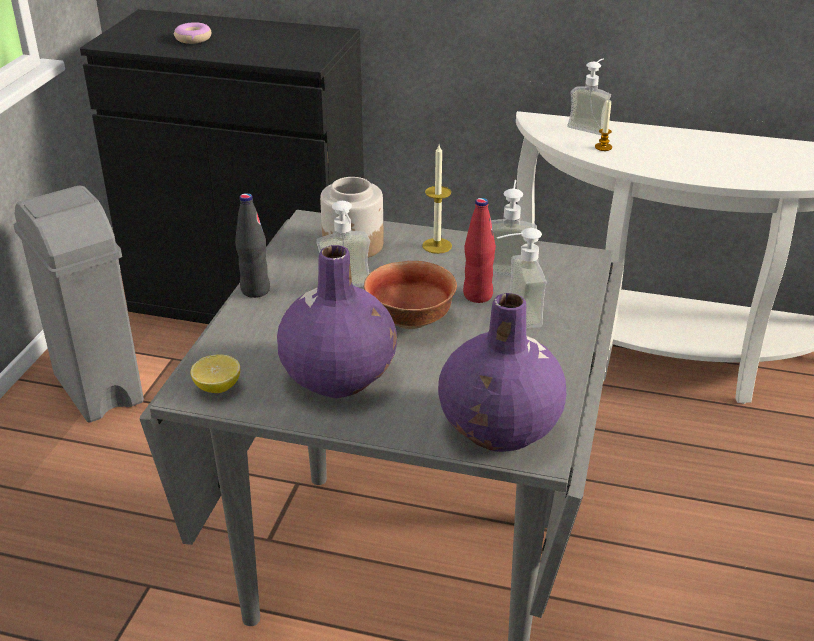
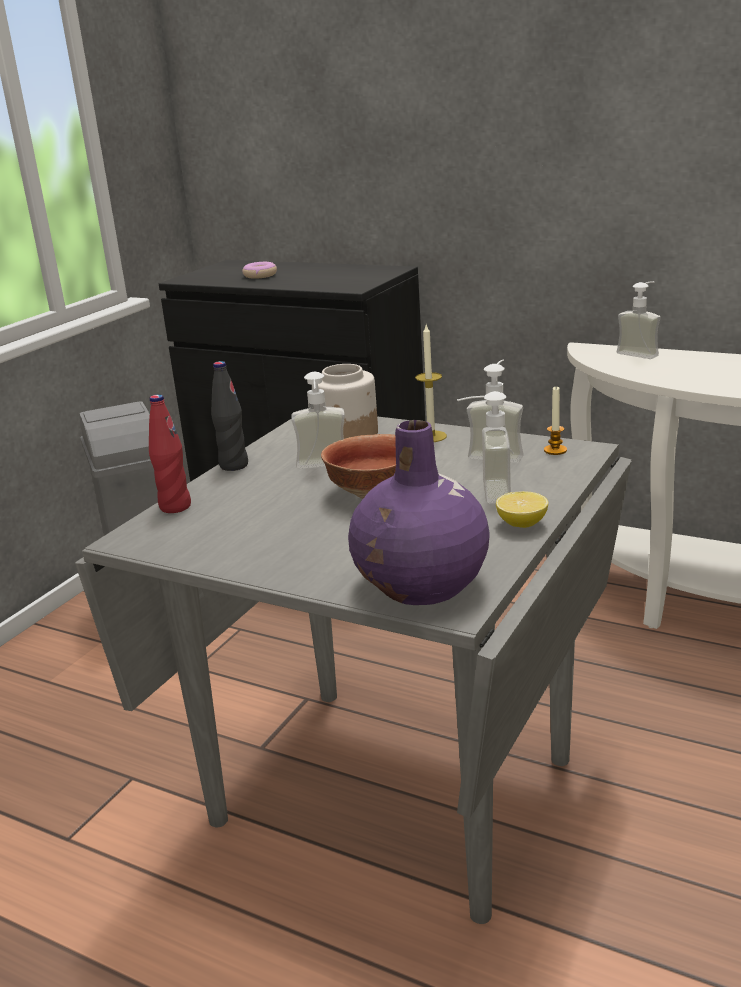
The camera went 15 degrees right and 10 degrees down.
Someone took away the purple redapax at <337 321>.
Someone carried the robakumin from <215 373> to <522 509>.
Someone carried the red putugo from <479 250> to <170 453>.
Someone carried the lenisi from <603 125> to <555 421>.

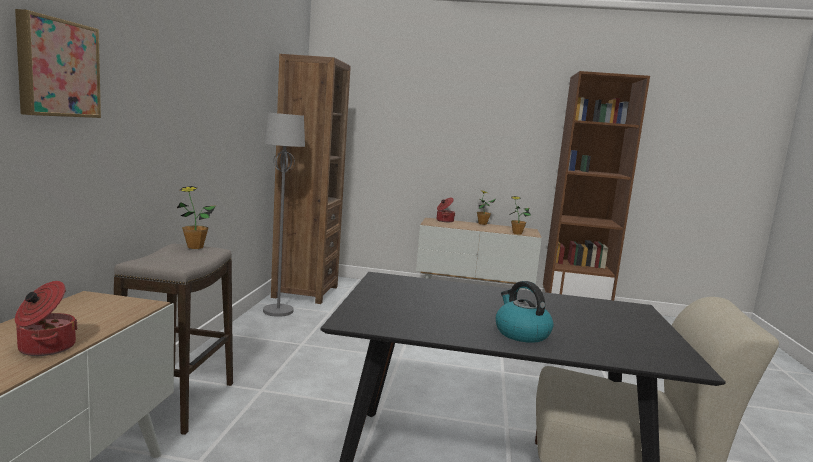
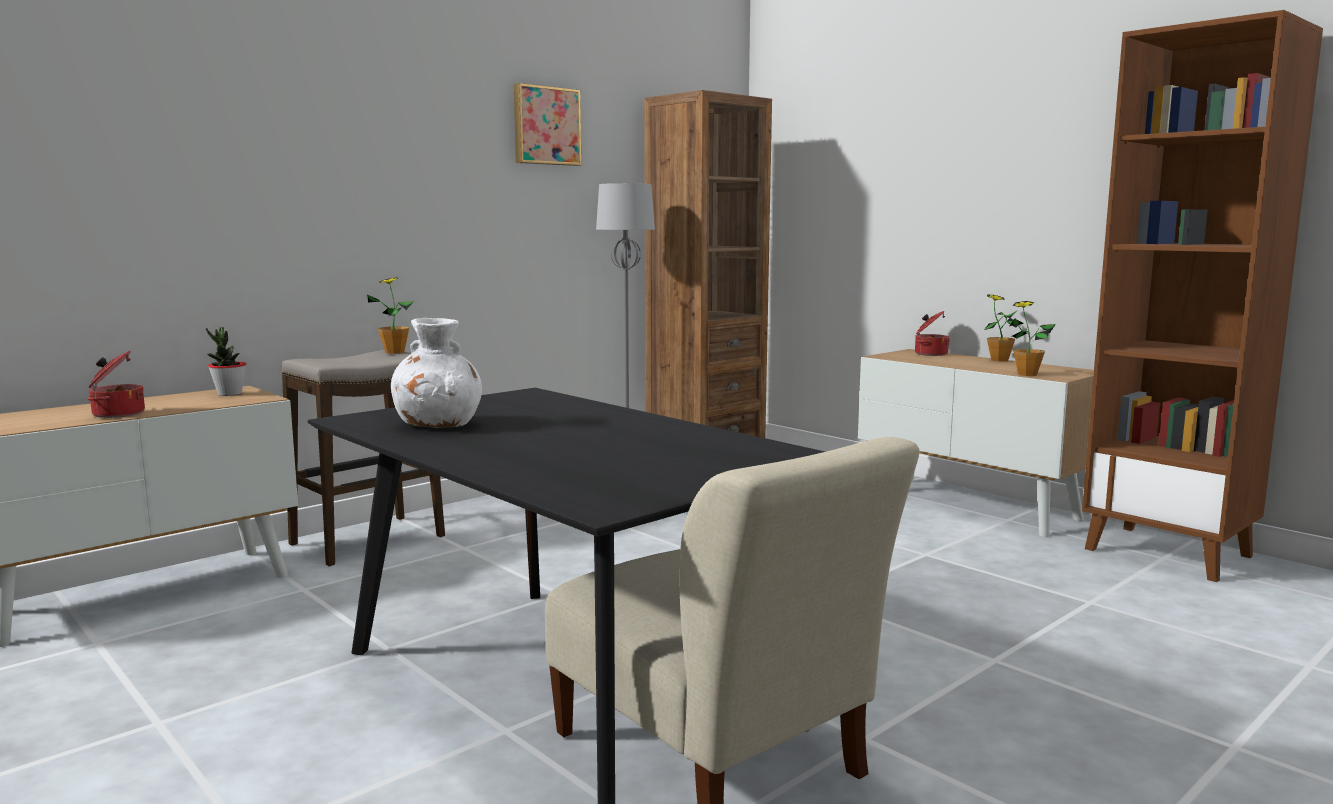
The camera went 40 degrees right and 0 degrees up.
Someone took away the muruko at <525 312>.
Someone put down the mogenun at <226 361>.
Someone put down the white redapax at <436 372>.
Someone carried the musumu from <58 63> to <547 124>.

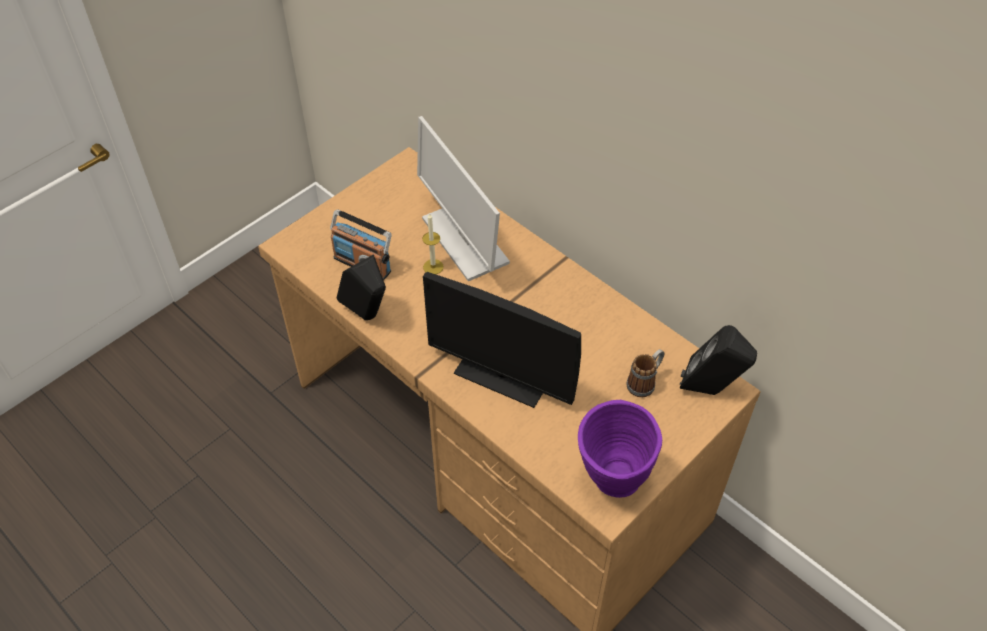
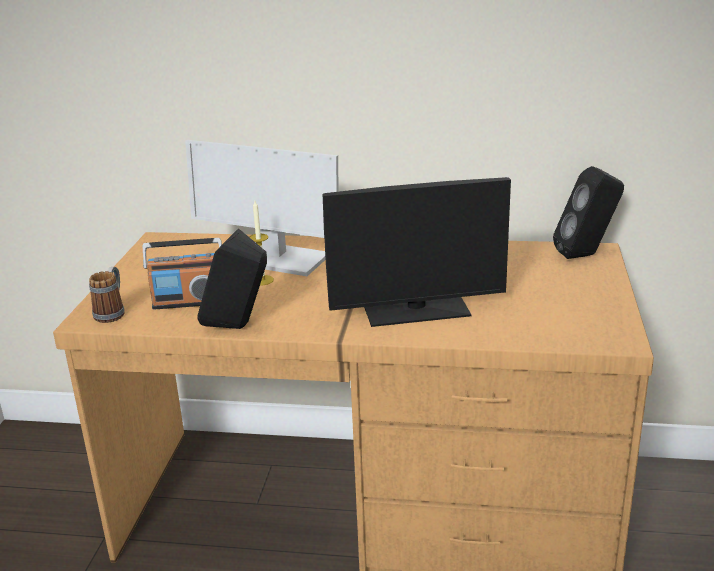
The camera went 35 degrees left and 25 degrees down.
Someone took away the purple redapax at <620 449>.
Someone carried the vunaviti from <645 373> to <107 295>.

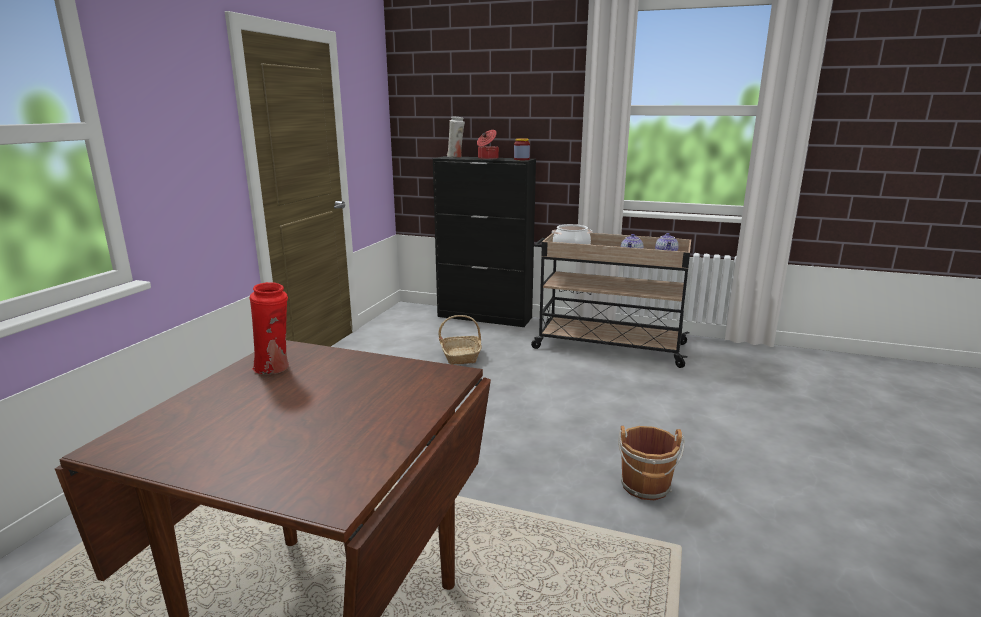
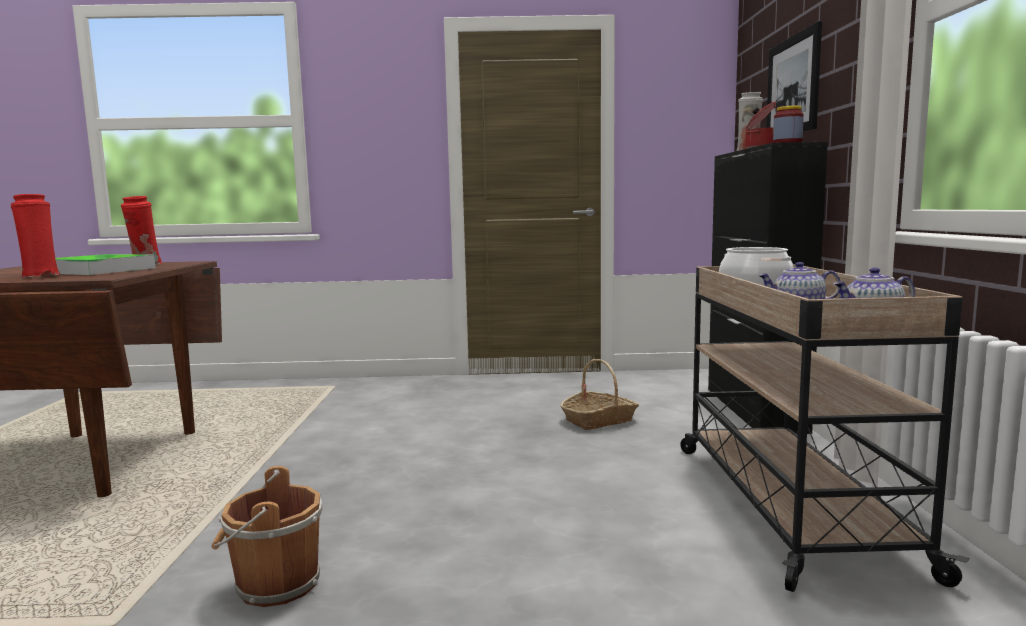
The camera went 70 degrees right and 10 degrees down.
Someone put down the red redapax at <35 236>.
Someone put down the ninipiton at <105 264>.
Someone put up the musumu at <794 76>.

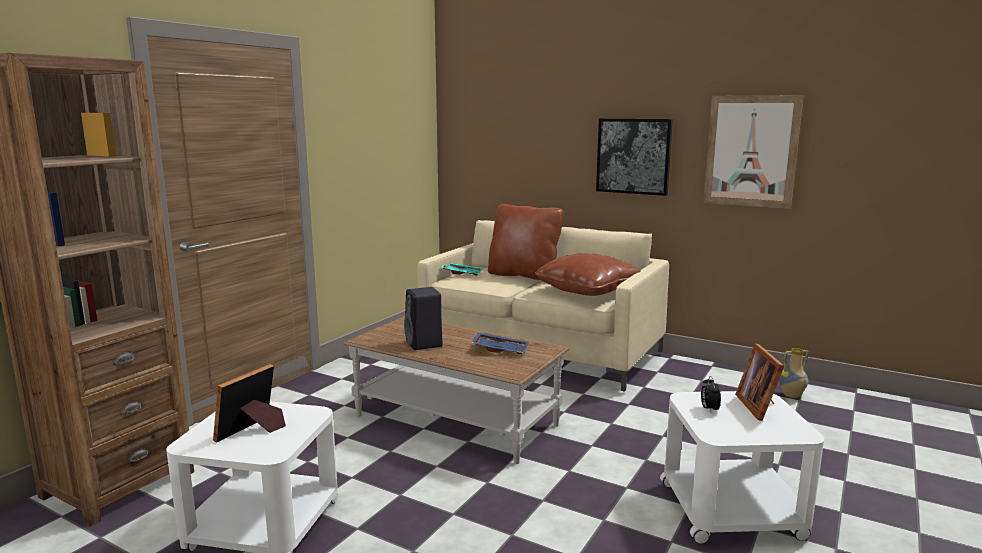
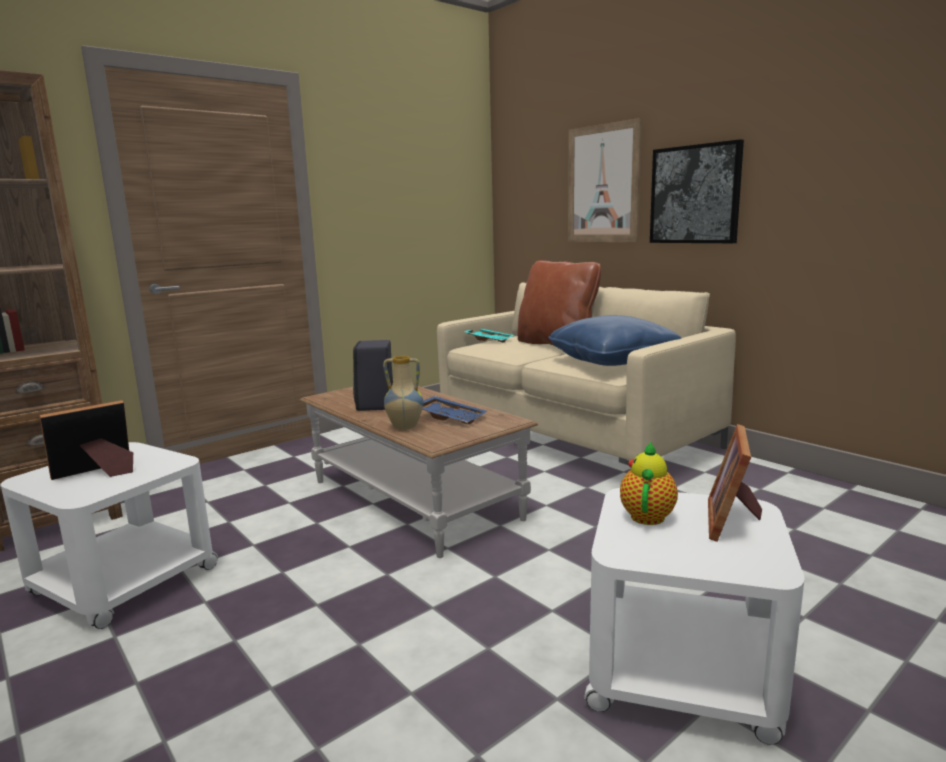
The camera went 20 degrees right and 0 degrees up.
Someone carried the musumu from <753 152> to <605 180>.
Someone carried the redapax from <794 373> to <403 393>.
Someone swapped the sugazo at <711 394> for the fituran at <649 483>.
Someone repainted the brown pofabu at <588 274>, which became the blue pofabu at <615 340>.

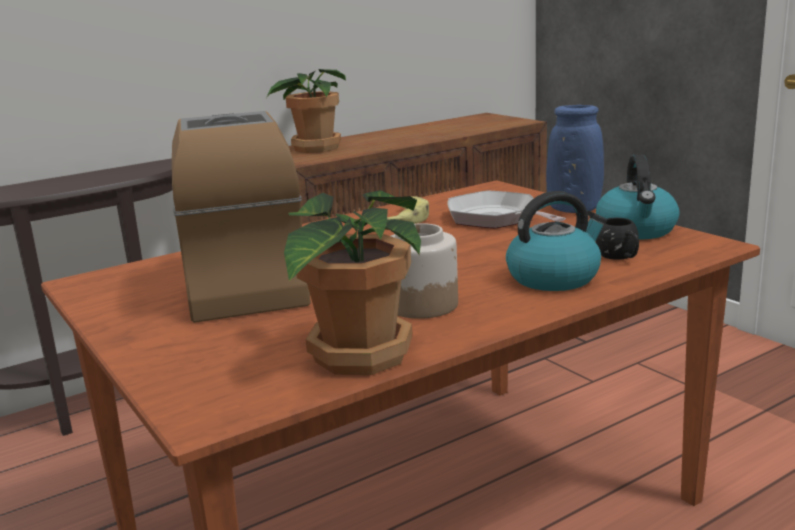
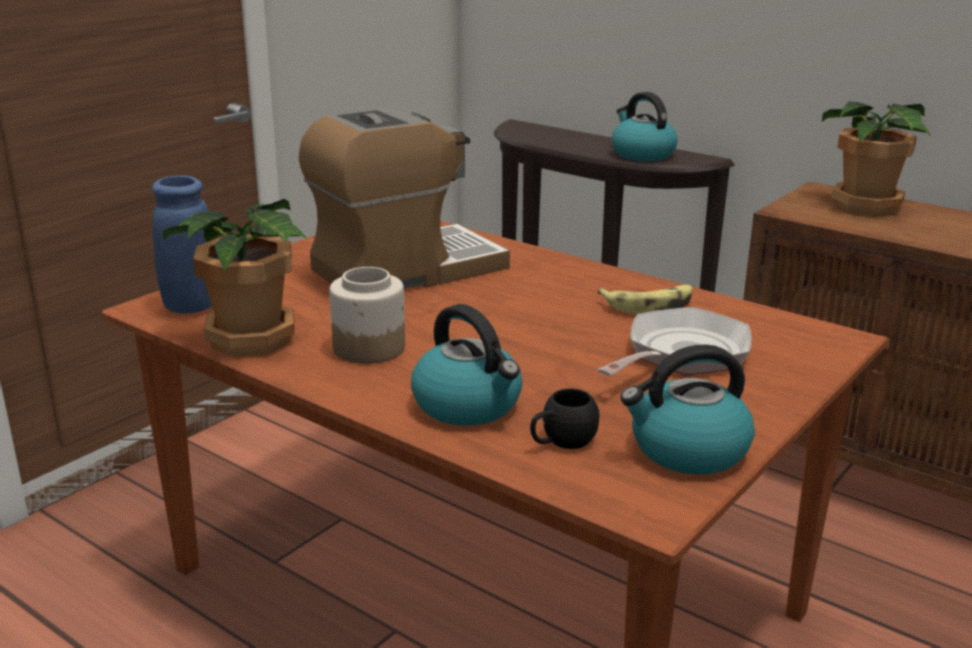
The camera went 70 degrees right and 5 degrees up.
Someone put down the muruko at <645 126>.
Someone carried the blue redapax from <575 159> to <183 244>.

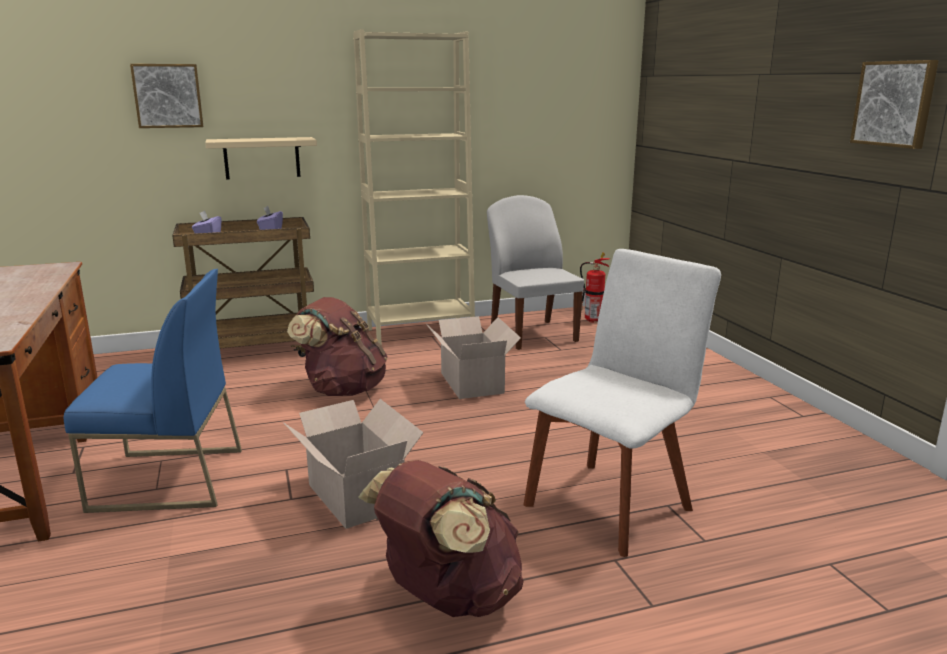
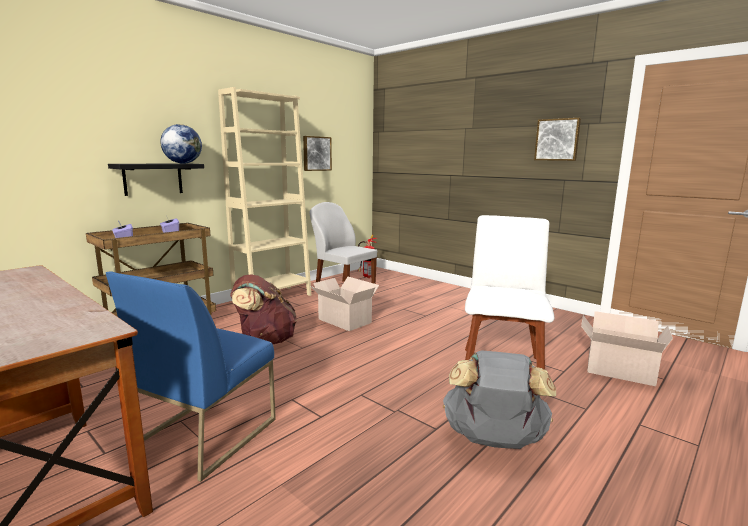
The camera went 30 degrees left and 5 degrees down.
Someone put down the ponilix at <181 144>.
Someone carried the musumu from <167 96> to <317 153>.
Someone carried the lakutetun from <353 464> to <627 348>.
Someone repainted the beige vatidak at <261 158>, which became the black vatidak at <156 180>.
Someone repainted the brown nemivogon at <441 538>, which became the grey nemivogon at <499 399>.
Someone rotated the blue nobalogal at <153 391> by 150 degrees clockwise.

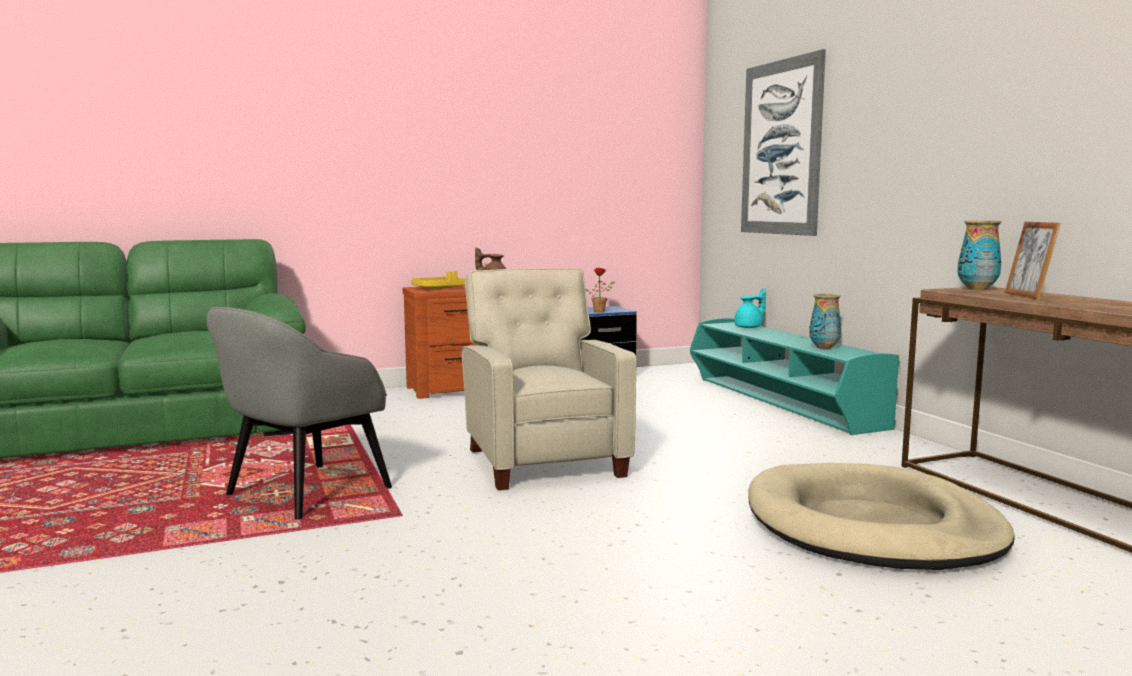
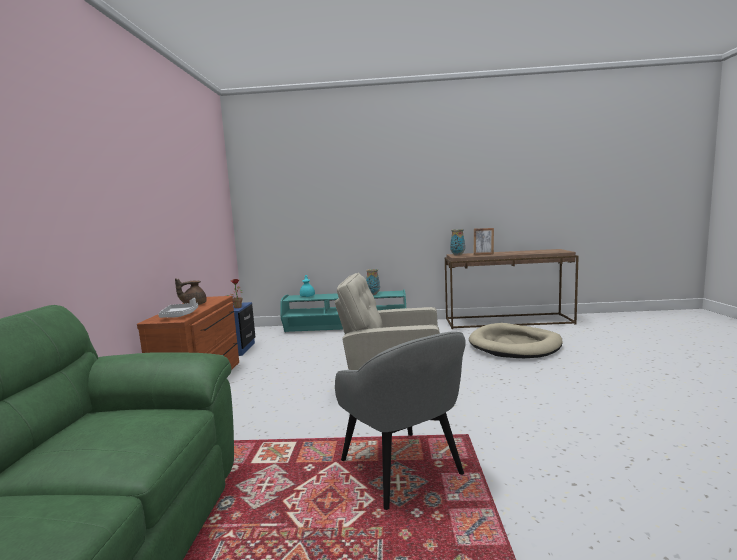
The camera went 65 degrees left and 0 degrees up.
Someone took away the musumu at <783 142>.
Someone repainted the yellow ninipiton at <438 280>, which became the grey ninipiton at <178 308>.

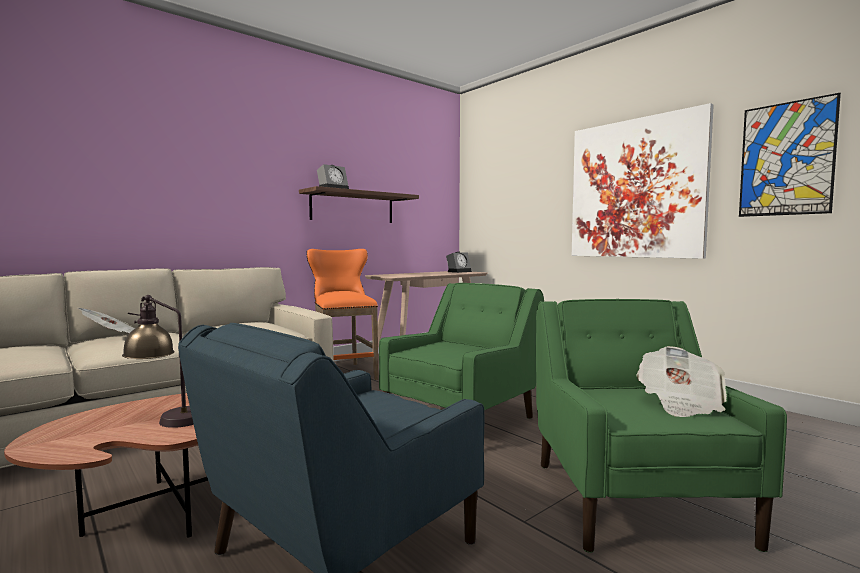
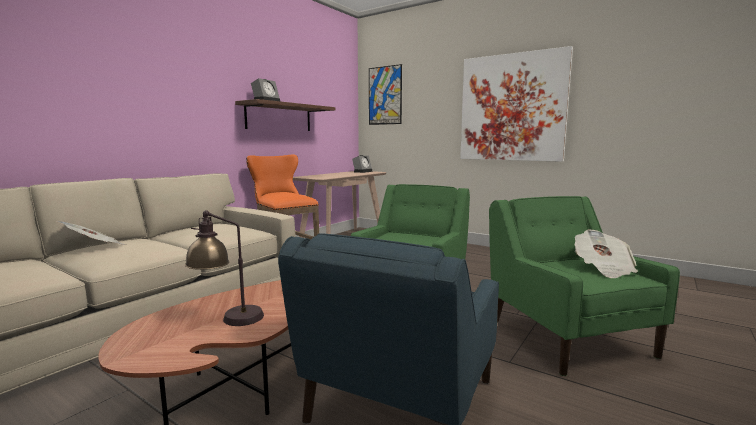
The camera went 15 degrees left and 5 degrees up.
Someone carried the musumu from <790 155> to <385 94>.

